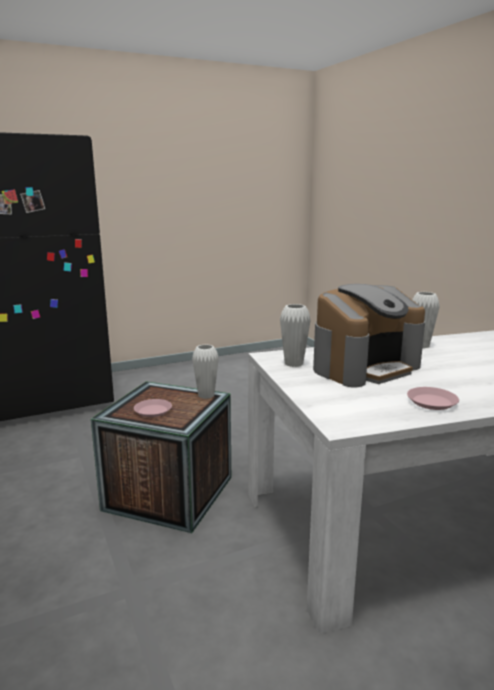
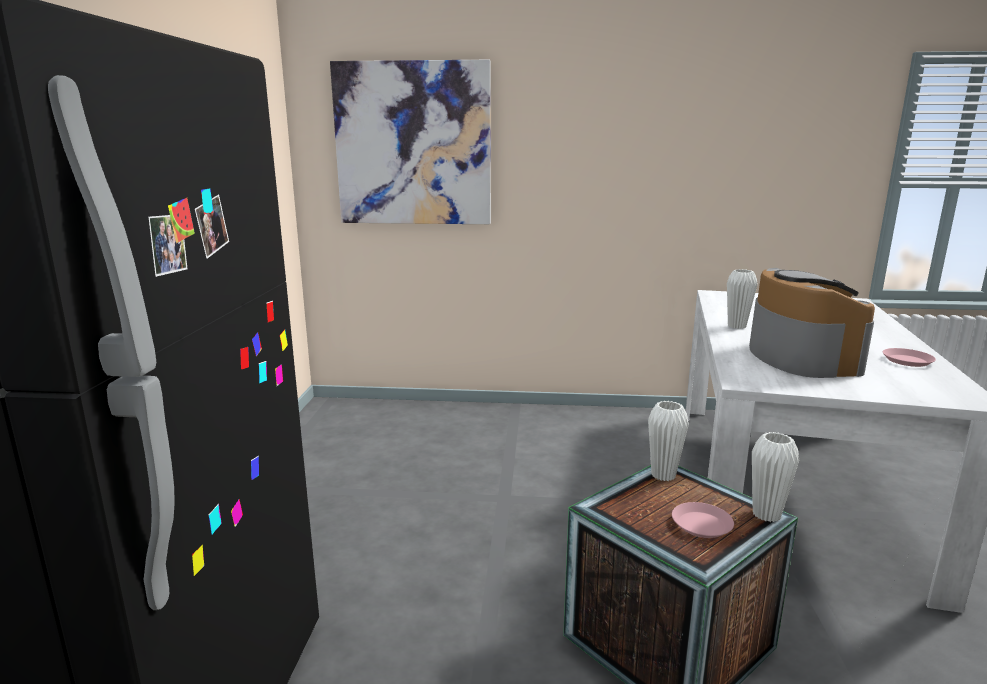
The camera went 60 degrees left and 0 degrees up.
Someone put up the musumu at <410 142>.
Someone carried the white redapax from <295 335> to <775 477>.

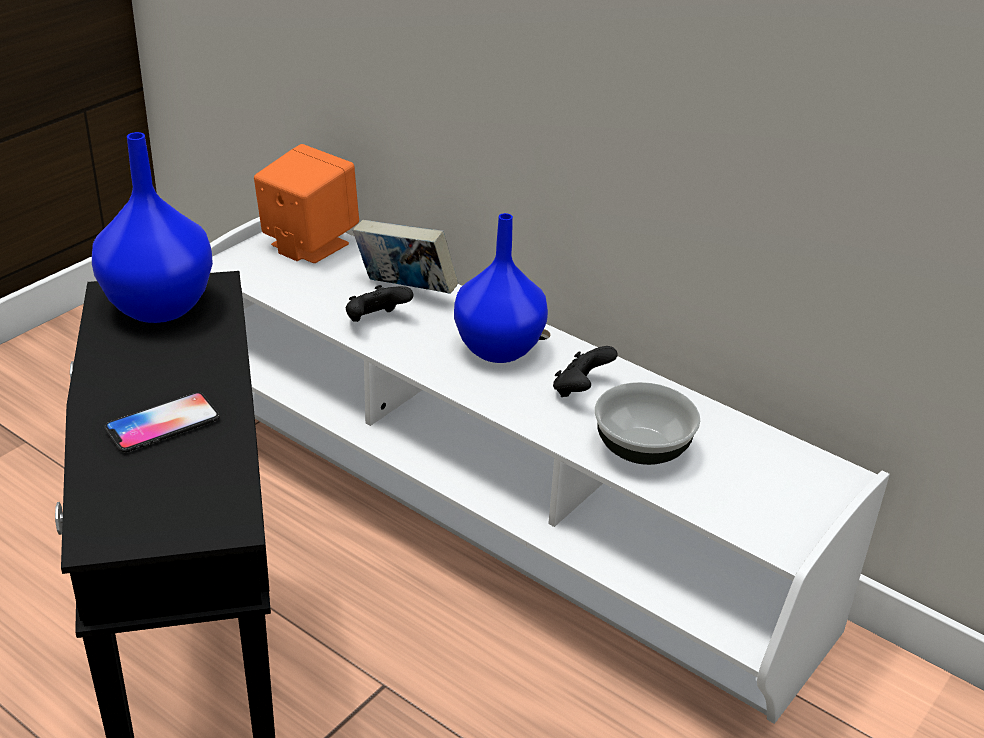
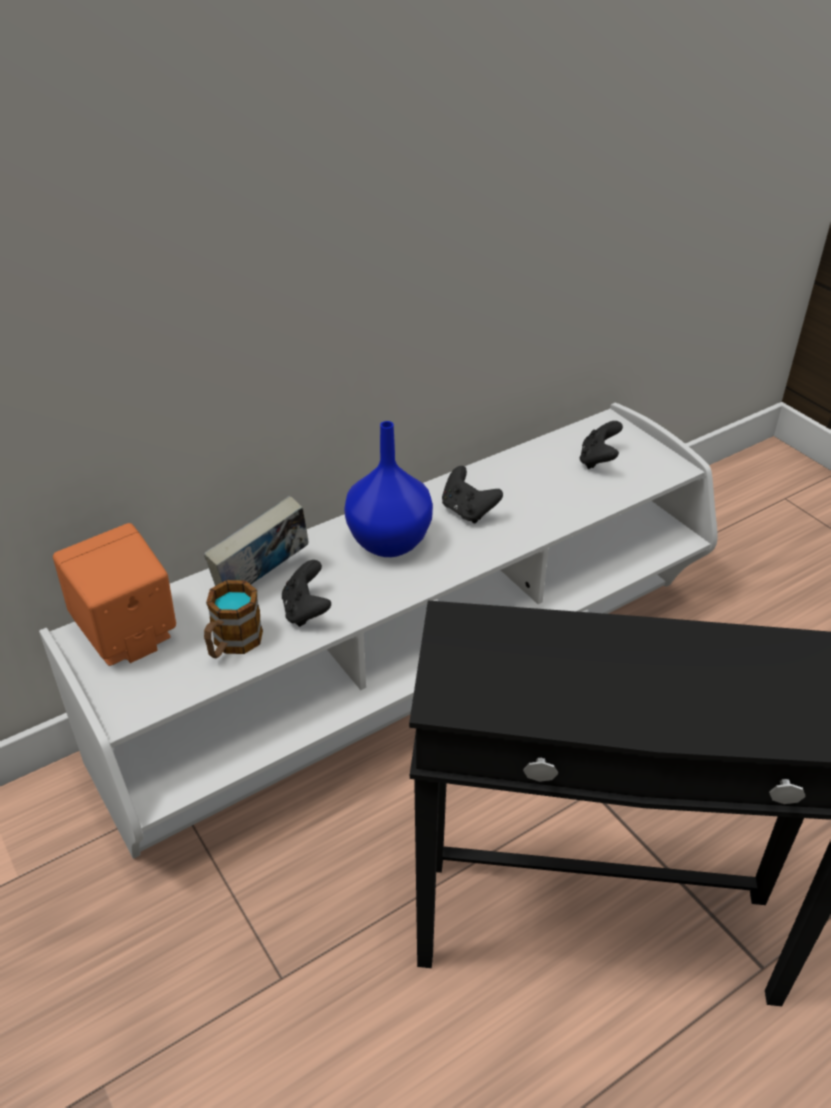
The camera went 70 degrees left and 5 degrees up.
Someone took away the blue redapax at <152 227>.
Someone took away the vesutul at <162 422>.
Someone took away the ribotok at <647 423>.
Someone put down the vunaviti at <233 619>.
Someone put down the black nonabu at <601 445>.

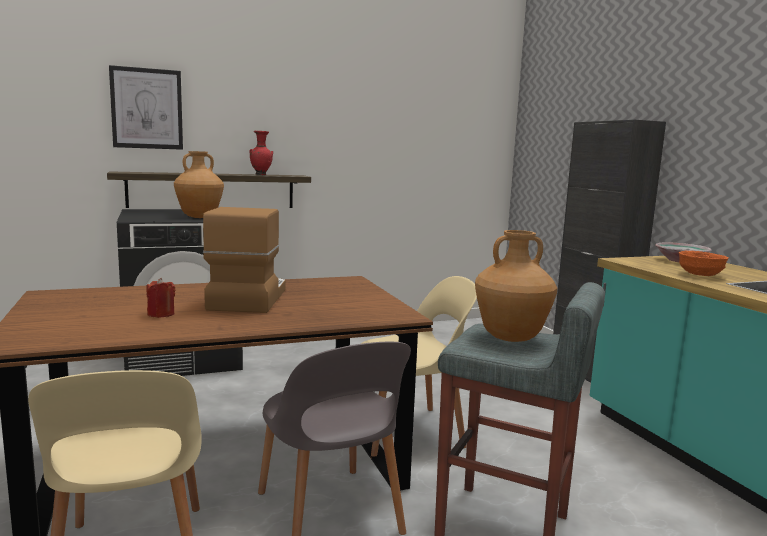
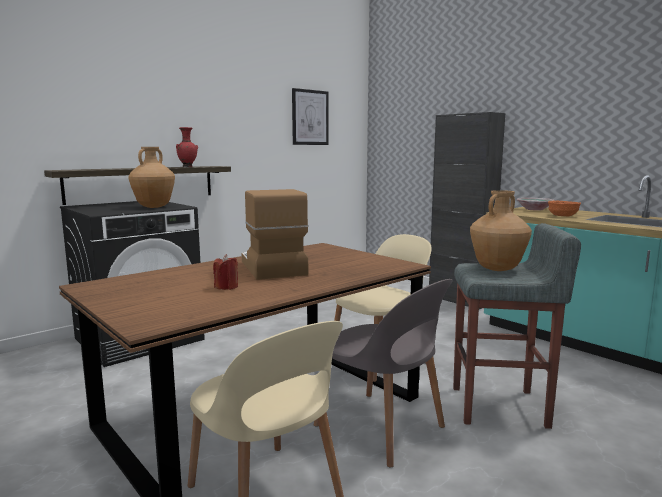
The camera went 20 degrees left and 0 degrees up.
Someone carried the musumu from <146 107> to <310 116>.

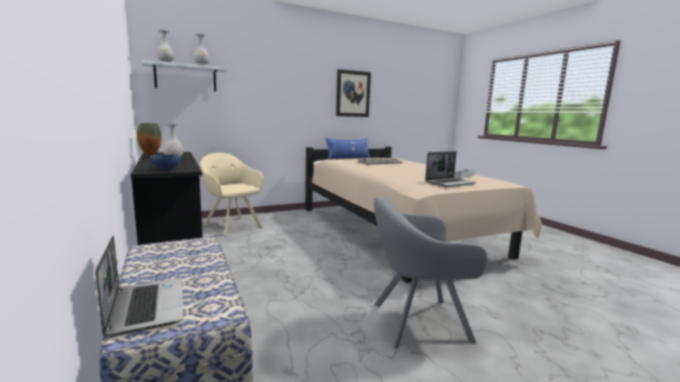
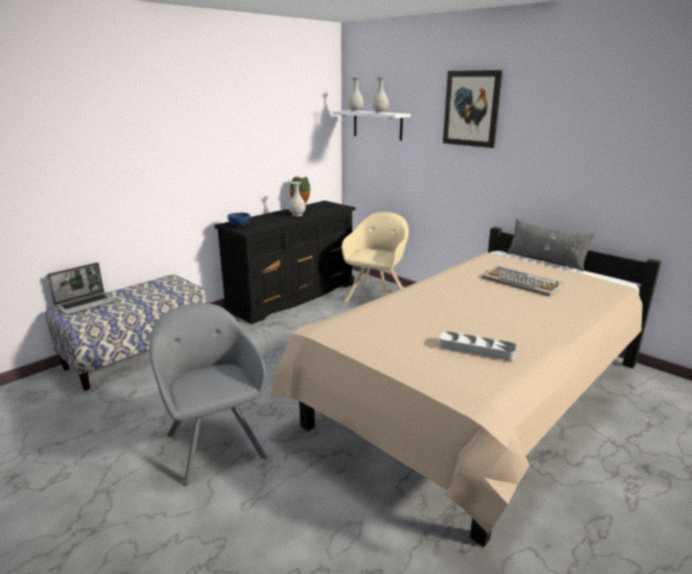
The camera went 70 degrees right and 10 degrees up.
Someone took away the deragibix at <450 169>.
Someone carried the musumu from <353 93> to <473 109>.
Someone repainted the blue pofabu at <347 148>, which became the grey pofabu at <550 245>.

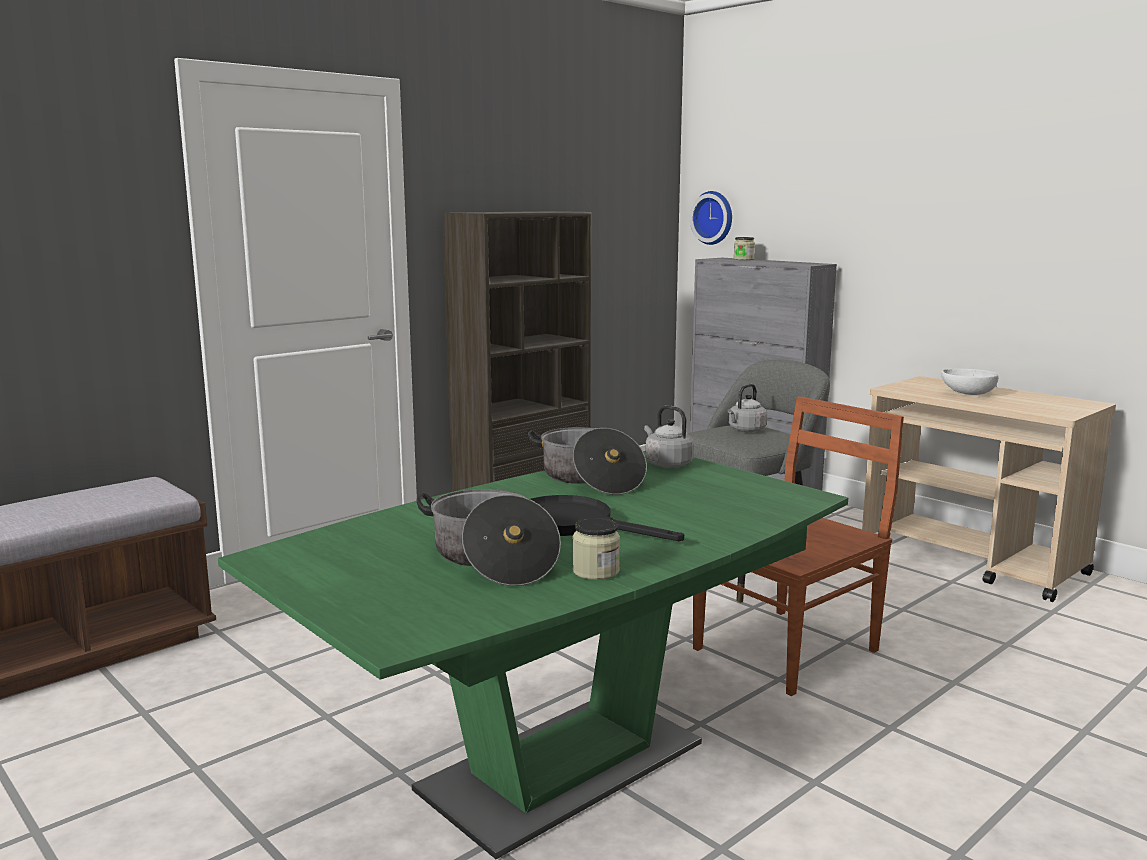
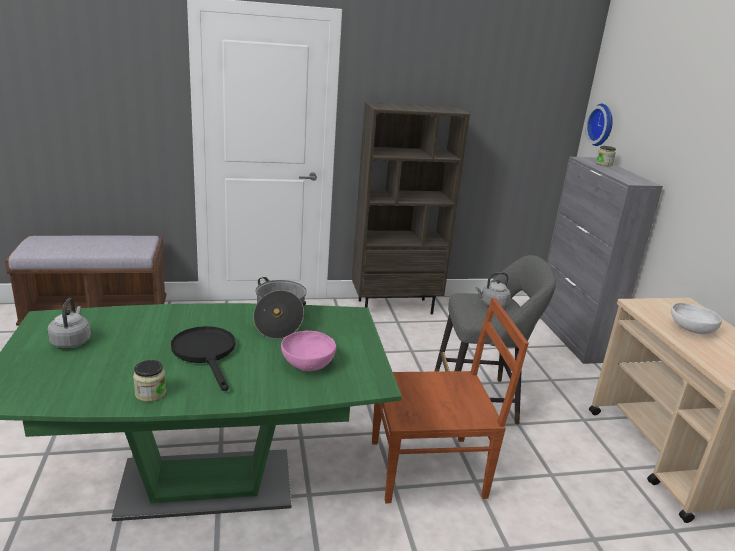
The camera went 30 degrees right and 10 degrees up.
Someone took away the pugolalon at <489 537>.
Someone put down the pink ribotok at <308 351>.
Someone carried the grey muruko from <669 436> to <69 323>.

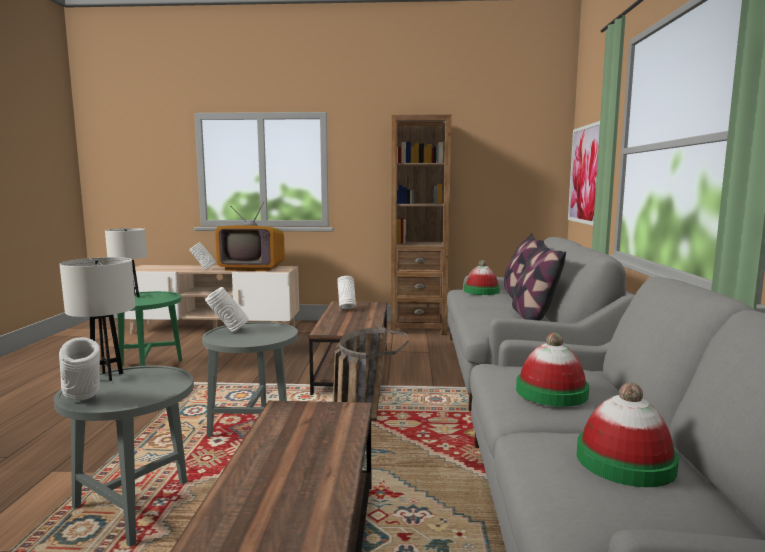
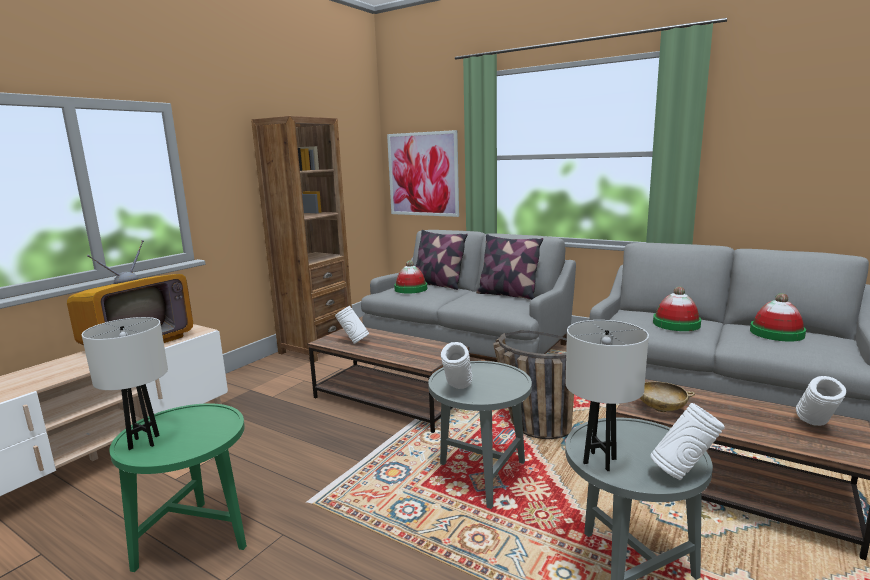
The camera went 60 degrees left and 5 degrees up.
Someone put down the beige ribotok at <667 397>.
Someone carried the white redapax from <202 256> to <821 401>.

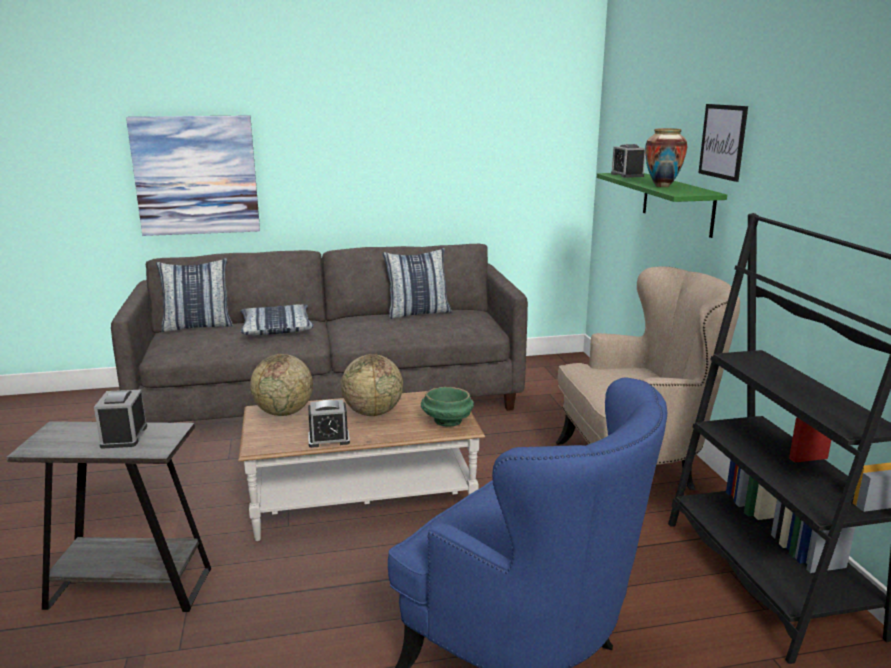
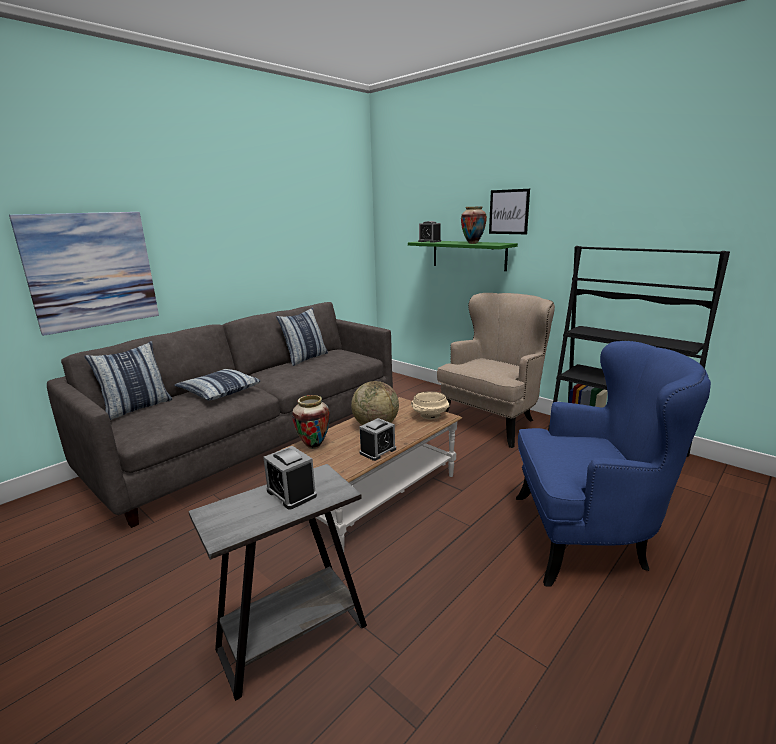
The camera went 35 degrees left and 0 degrees up.
Someone swapped the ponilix at <281 385> for the redapax at <311 422>.
Someone repainted the green ribotok at <447 407>, which became the beige ribotok at <430 405>.

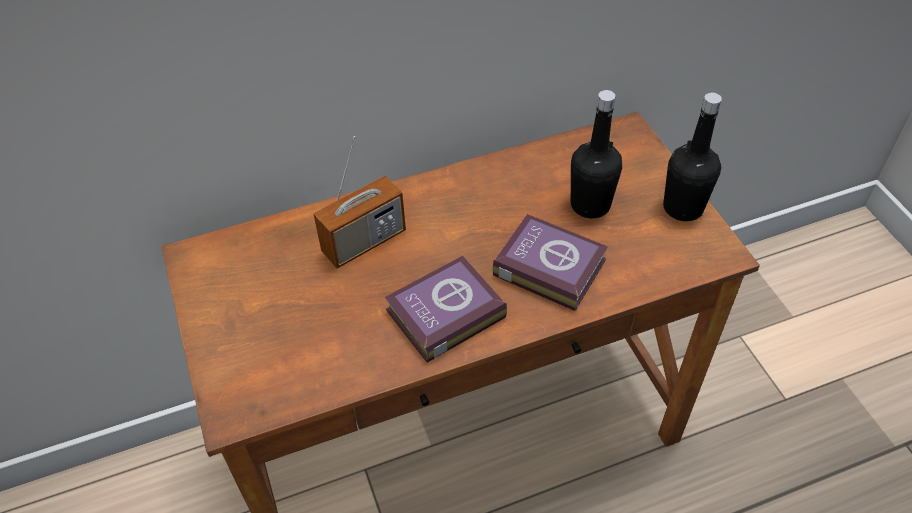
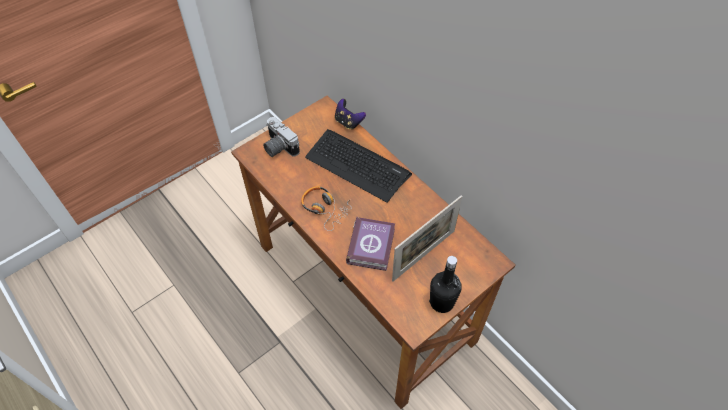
The camera went 70 degrees right and 5 degrees up.
Someone put down the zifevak at <281 137>.
Someone put down the nonabu at <350 114>.
Someone swapped the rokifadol at <359 202> for the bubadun at <358 166>.
Someone swapped the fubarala at <446 309> for the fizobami at <326 208>.
Someone swapped the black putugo at <596 154> for the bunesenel at <427 238>.

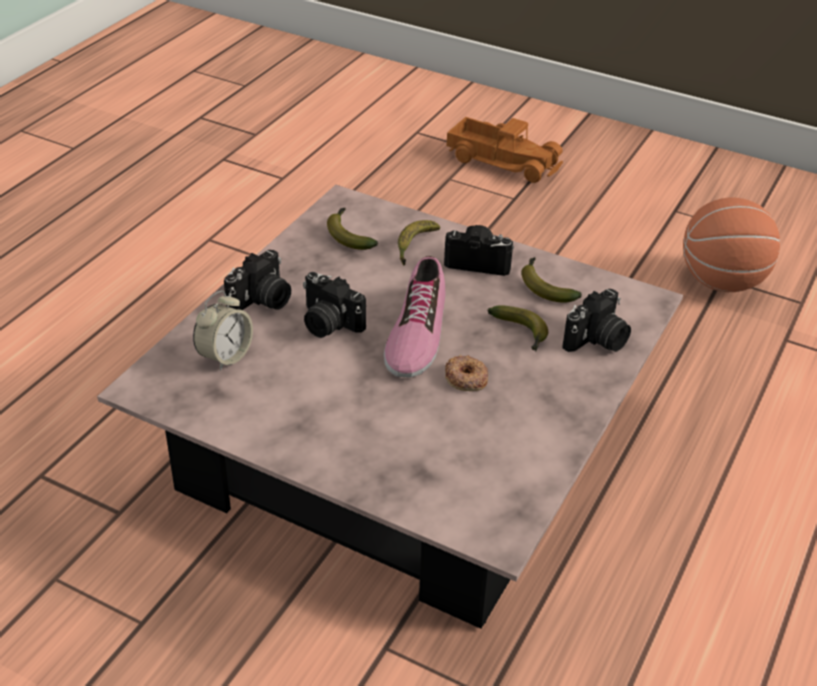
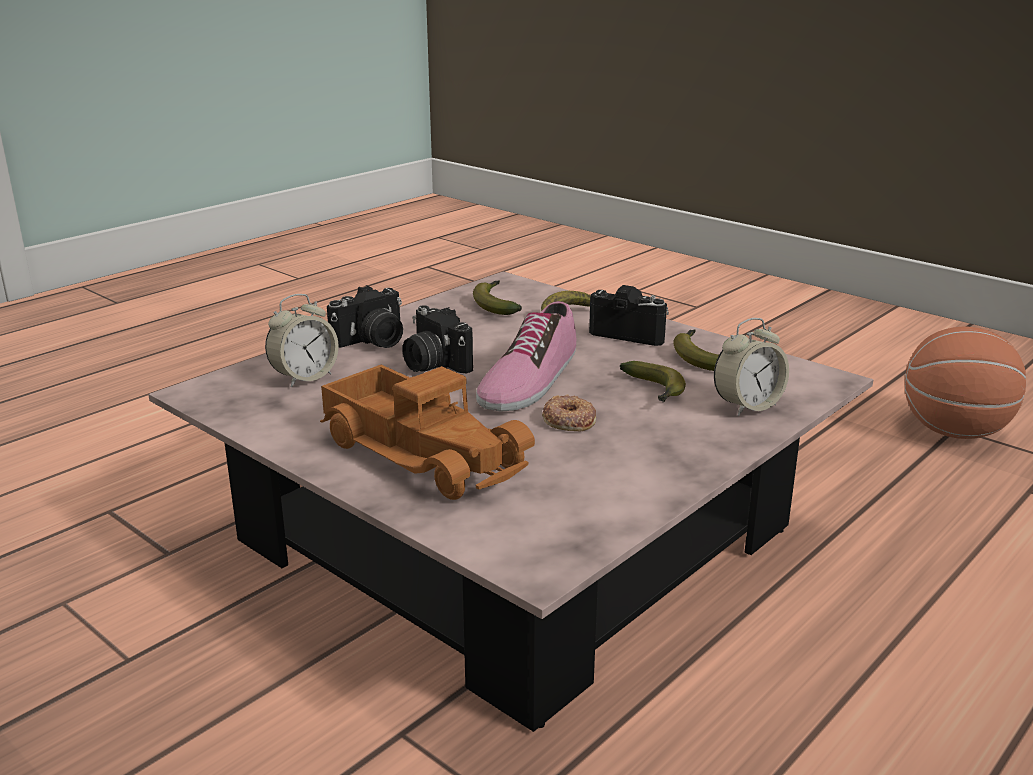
The camera went 15 degrees right and 15 degrees down.
Someone carried the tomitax from <505 150> to <427 432>.
Someone swapped the zifevak at <596 320> for the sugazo at <751 367>.

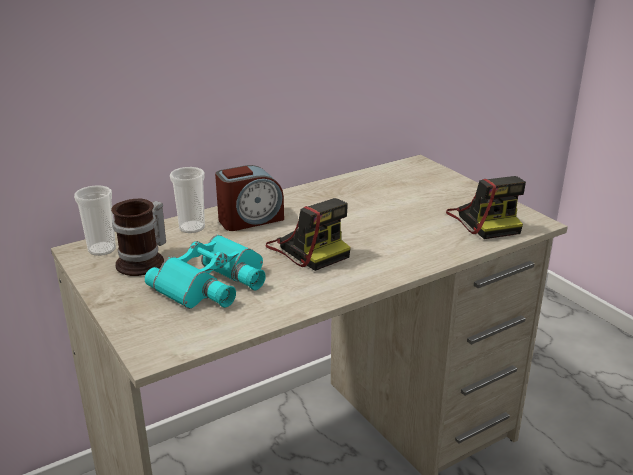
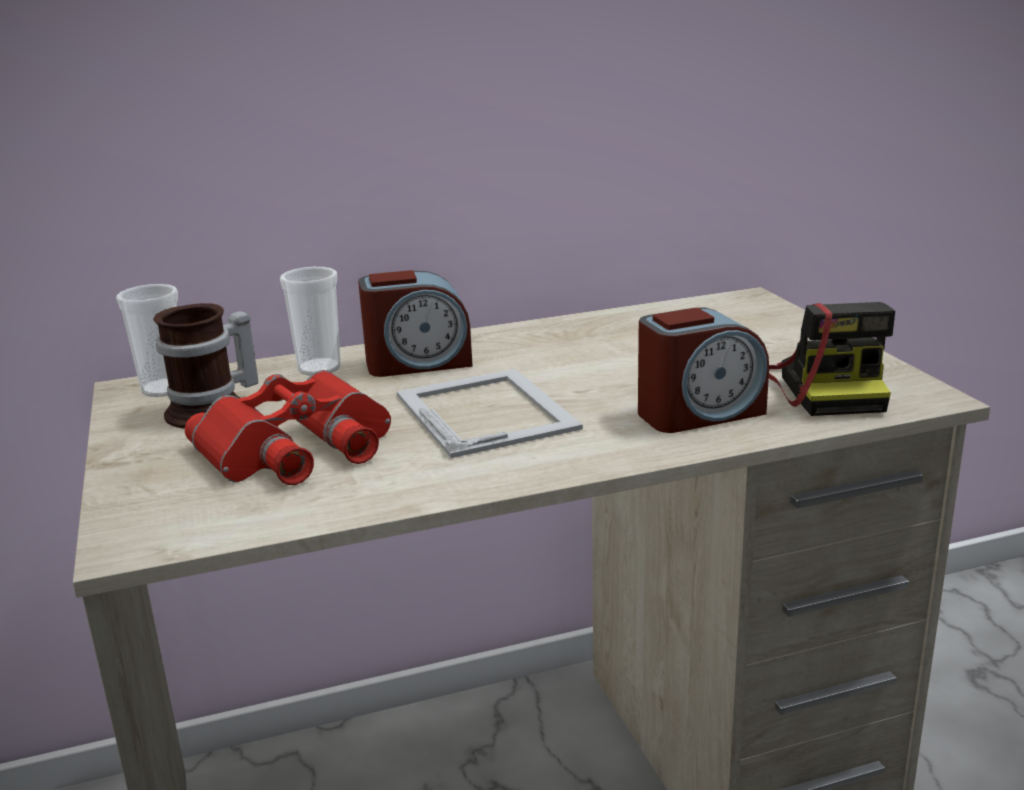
The camera went 15 degrees right and 5 degrees down.
Someone put down the sugazo at <703 370>.
Someone swapped the zifevak at <308 234> for the bunesenel at <490 413>.
Someone repainted the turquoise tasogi at <205 272>, which became the red tasogi at <288 427>.

